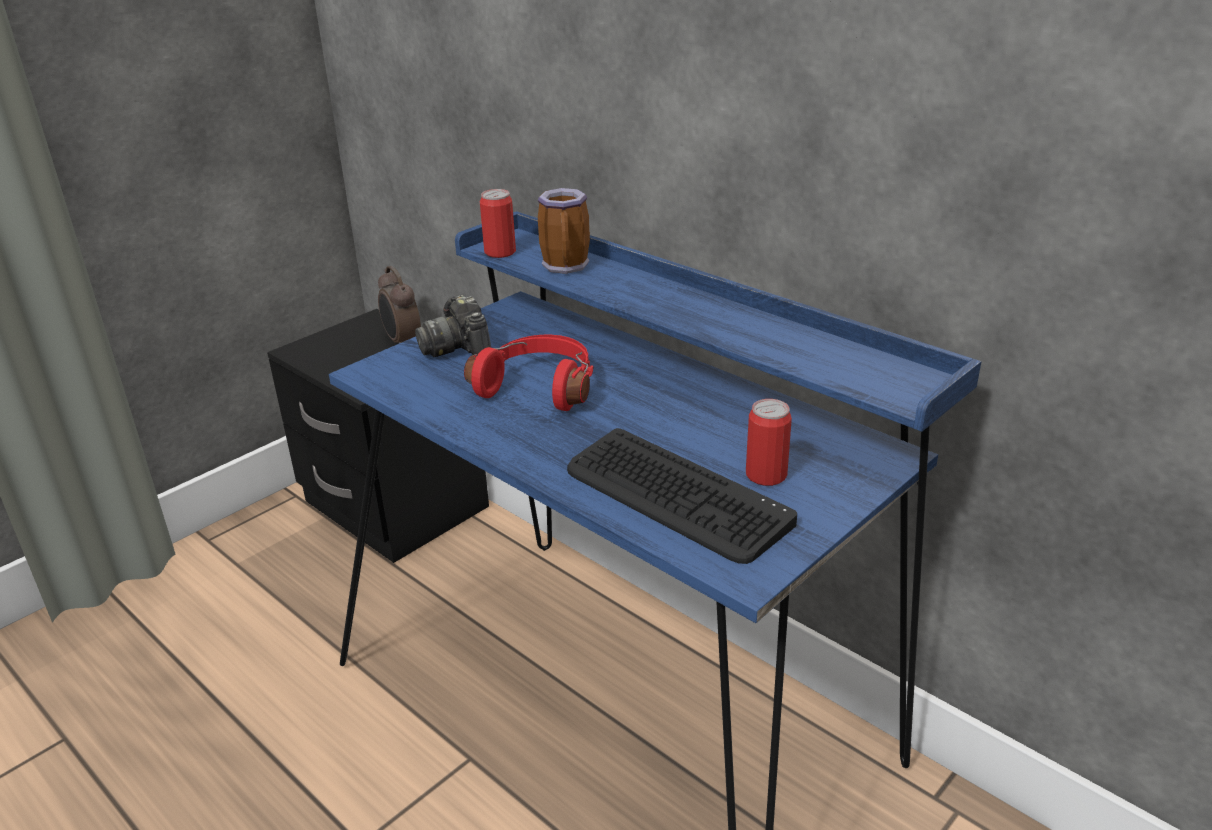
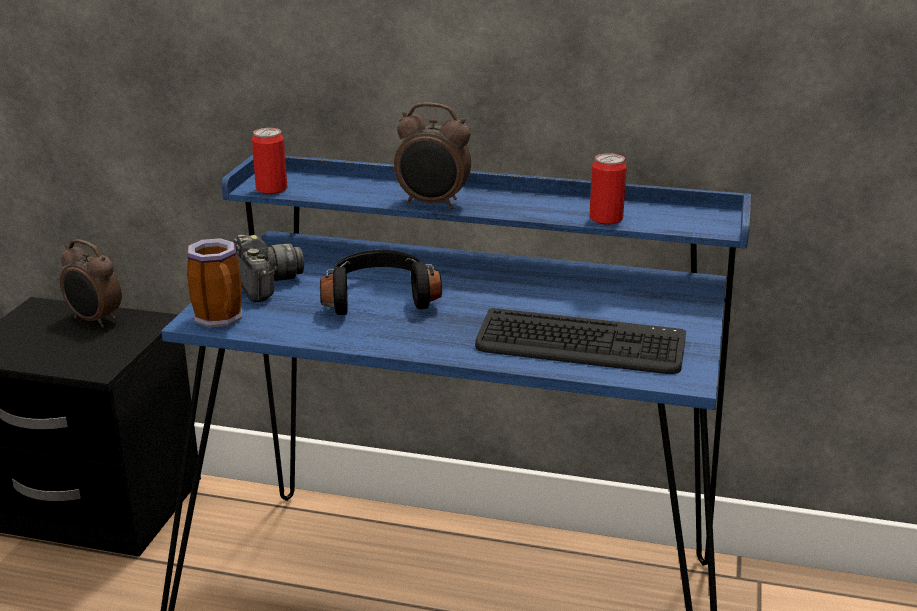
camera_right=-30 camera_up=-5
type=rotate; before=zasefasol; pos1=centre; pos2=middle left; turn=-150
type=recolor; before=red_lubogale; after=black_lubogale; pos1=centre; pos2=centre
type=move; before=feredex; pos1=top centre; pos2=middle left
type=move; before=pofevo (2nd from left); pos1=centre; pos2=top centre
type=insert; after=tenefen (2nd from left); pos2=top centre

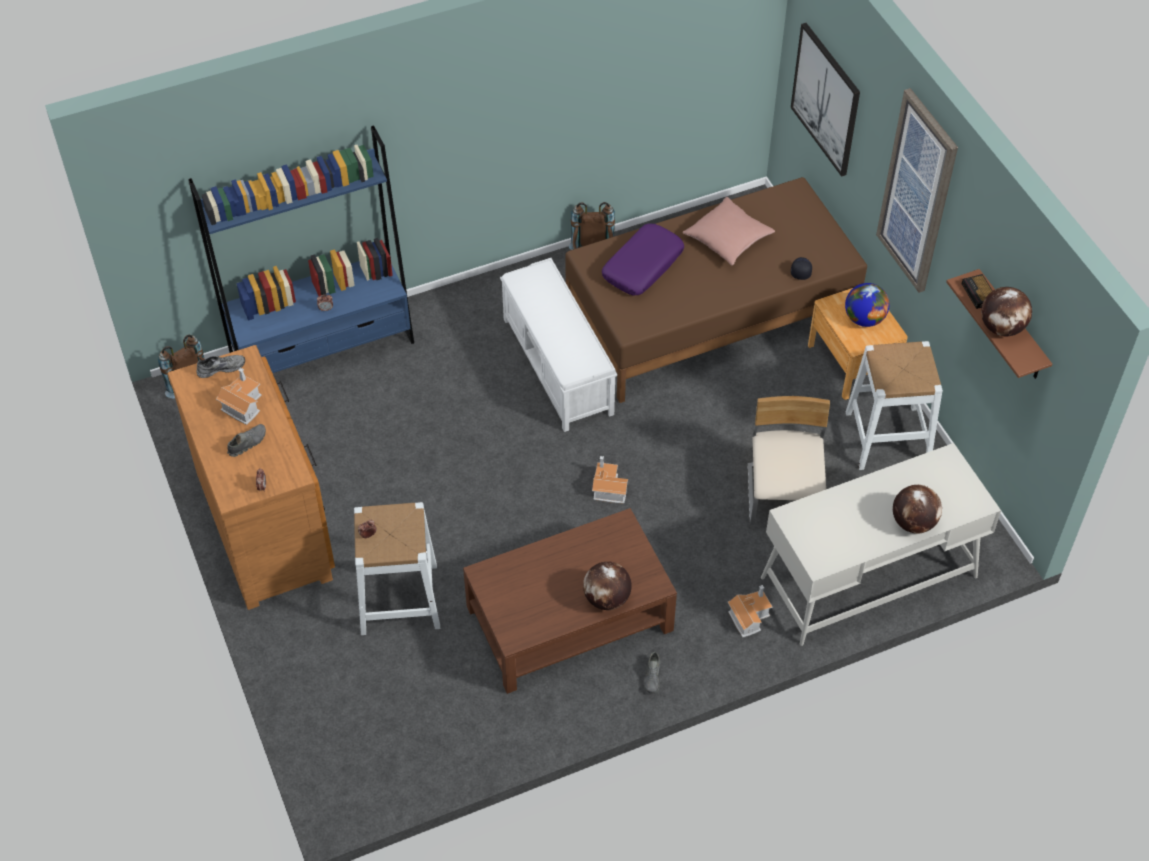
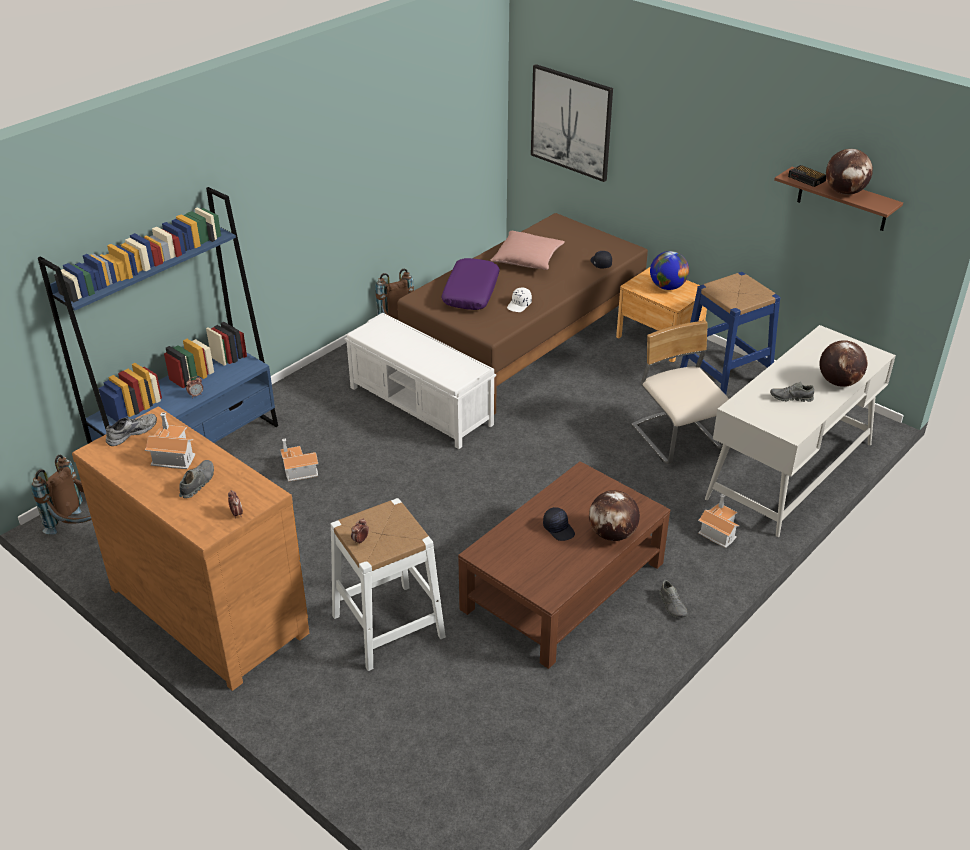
camera_right=-25 camera_up=-15
type=move; before=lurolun (2nd from left); pos1=centre; pos2=middle left
type=recolor; before=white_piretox (2nd from left); after=blue_piretox; pos1=middle right; pos2=middle right
type=delete; before=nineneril (2nd from left); pos1=top right
type=insert; after=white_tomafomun; pos2=centre
type=insert; after=black_tomafomun (1st from left); pos2=centre
type=insert; after=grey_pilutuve (4th from left); pos2=middle right

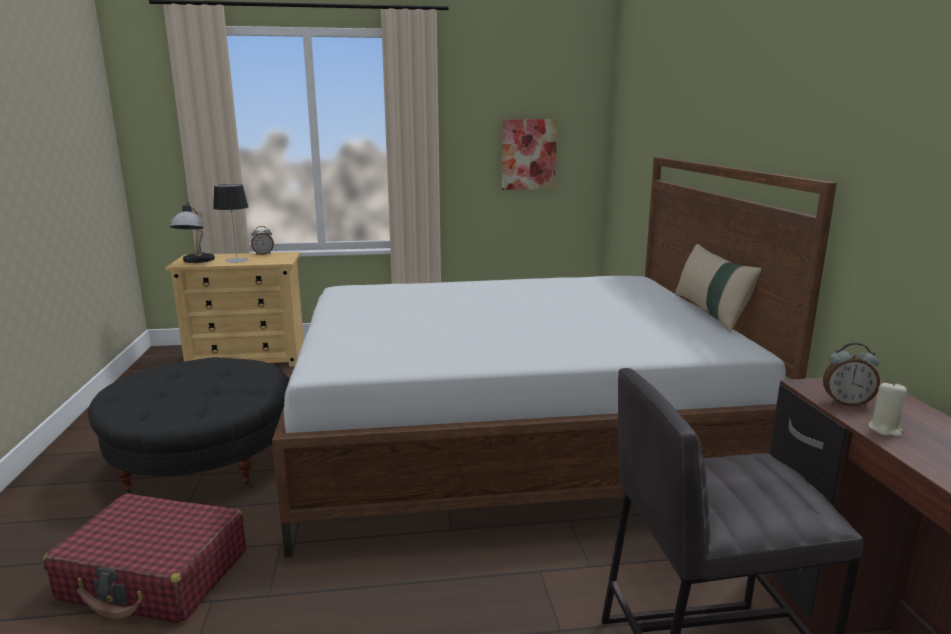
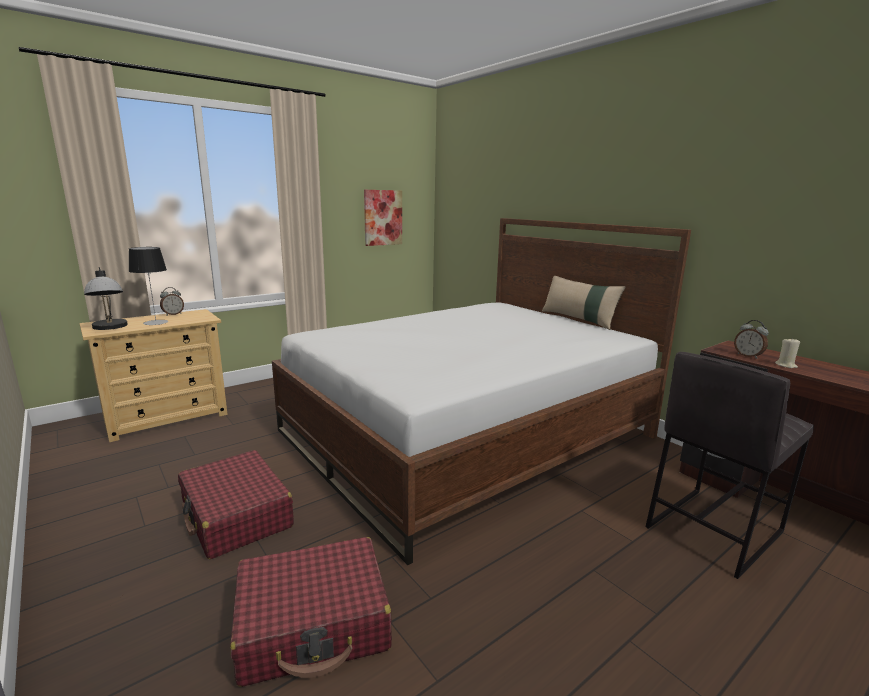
camera_right=-30 camera_up=0
type=replace; before=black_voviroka; after=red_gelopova (1st from left); pos1=bottom left; pos2=bottom left
type=rotate; before=tenefen (2nd from left); pos1=middle right; pos2=middle right; turn=75

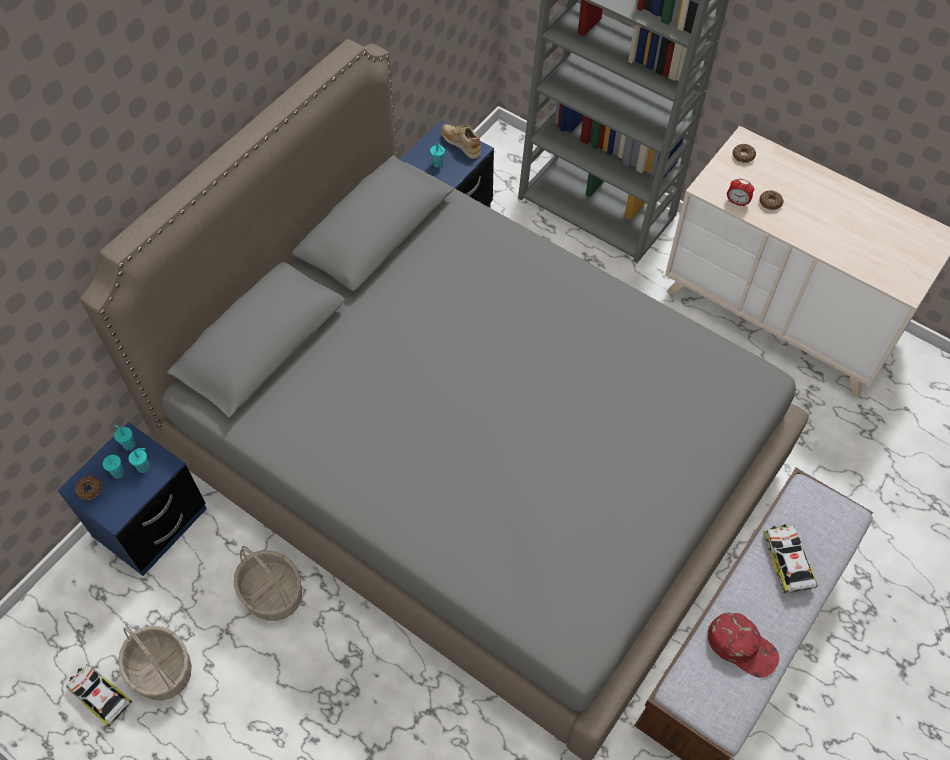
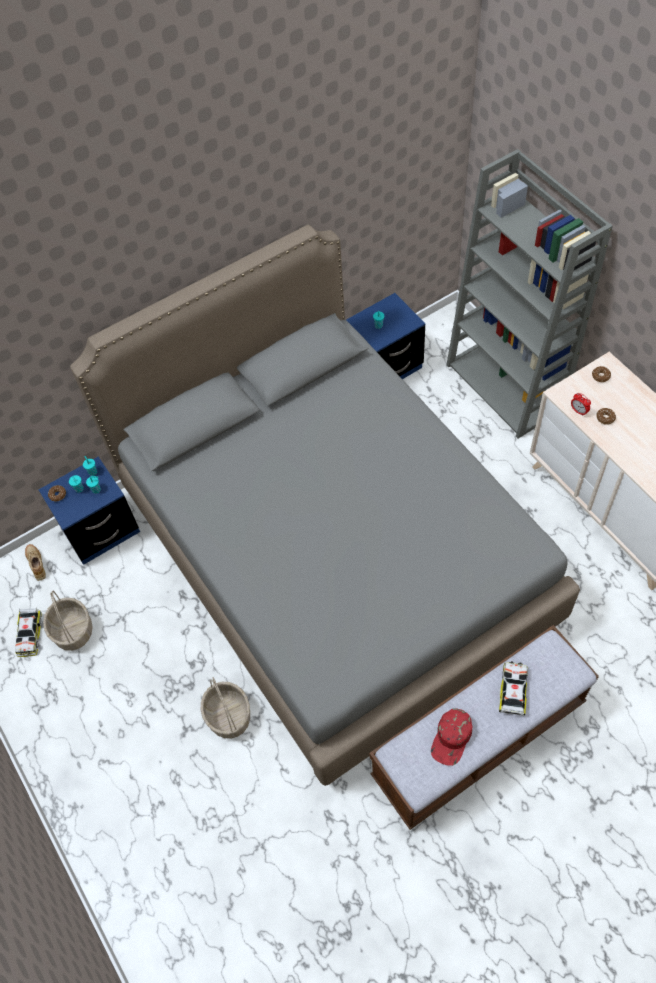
camera_right=25 camera_up=0
type=rotate; before=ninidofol (1st from left); pos1=bottom left; pos2=middle left; turn=-150
type=move; before=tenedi (2nd from left); pos1=bottom left; pos2=bottom centre
type=move; before=beige_pilutuve; pos1=top centre; pos2=middle left
type=rotate; before=red_tomafomun; pos1=bottom right; pos2=bottom right; turn=60

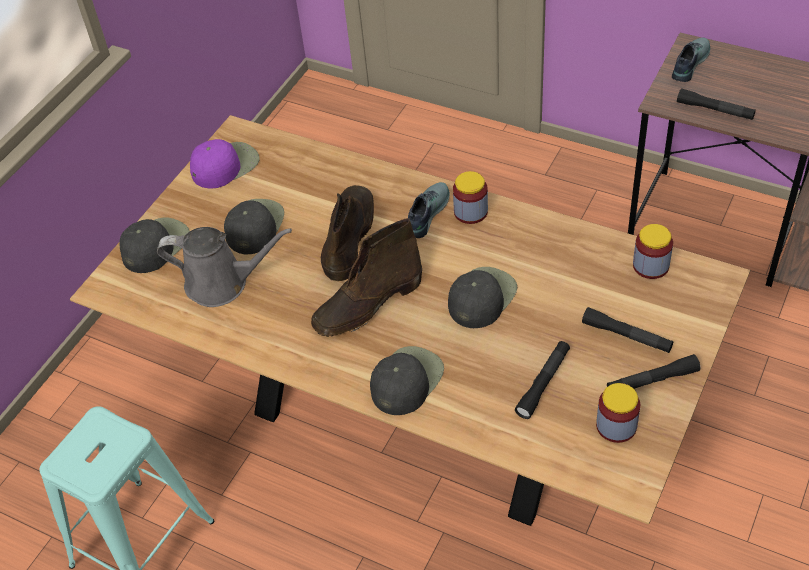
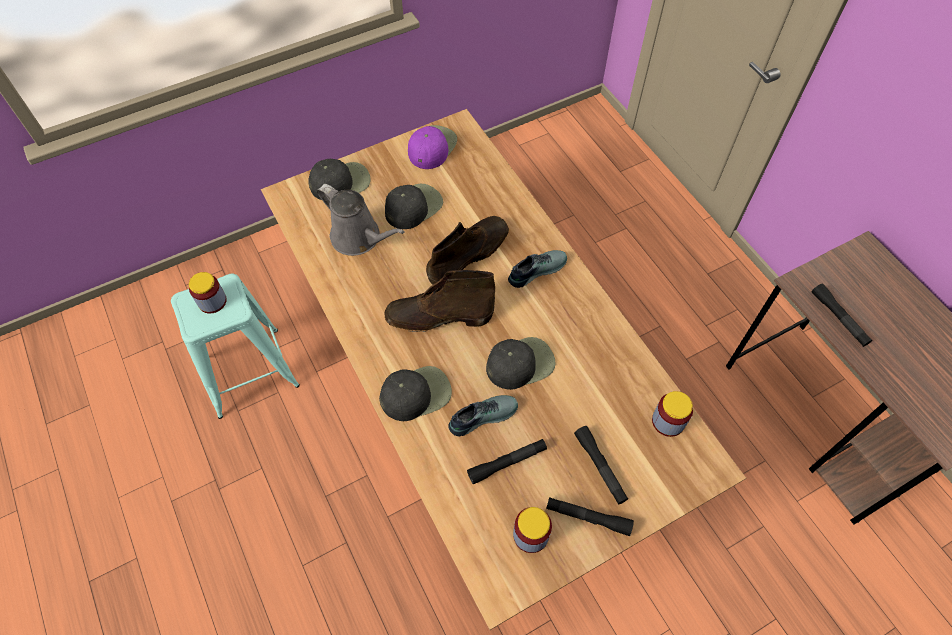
camera_right=30 camera_up=10
type=rotate; before=purple_tomafomun; pos1=top left; pos2=top centre; turn=-60
type=move; before=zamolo (1st from left); pos1=centre; pos2=middle left
type=move; before=pilutuve (2nd from left in the first image); after=pilutuve (1st from left); pos1=top right; pos2=centre

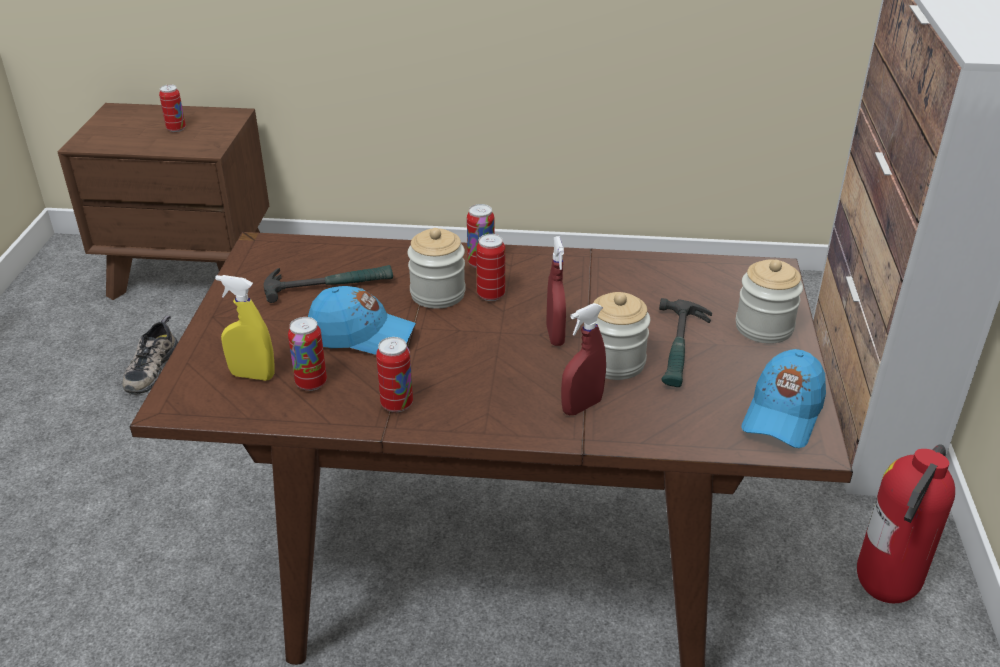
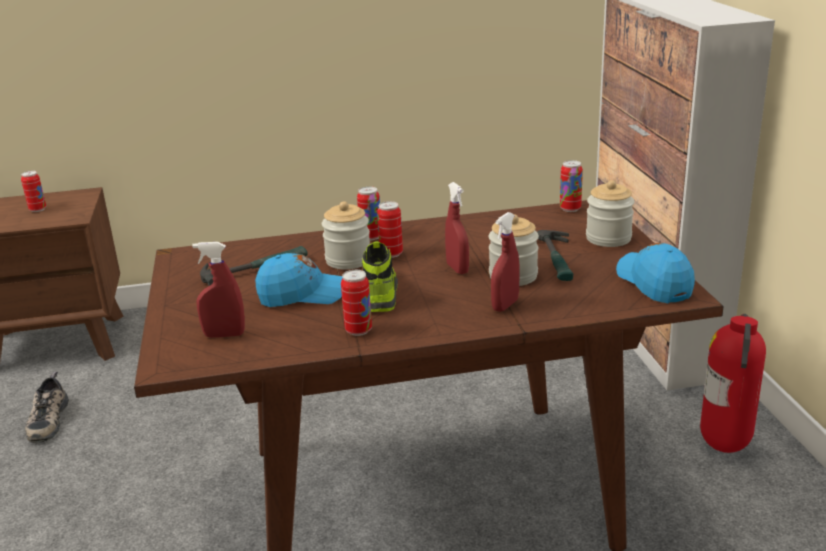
camera_right=-15 camera_up=-10
type=recolor; before=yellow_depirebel; after=red_depirebel (1st from left); pos1=middle left; pos2=middle left
type=move; before=pofevo (2nd from left in the first image); after=pofevo (5th from left); pos1=middle left; pos2=middle right
type=rotate; before=blue_tomafomun (2nd from left); pos1=middle right; pos2=middle right; turn=150
type=insert; after=pilutuve (2nd from left); pos2=centre

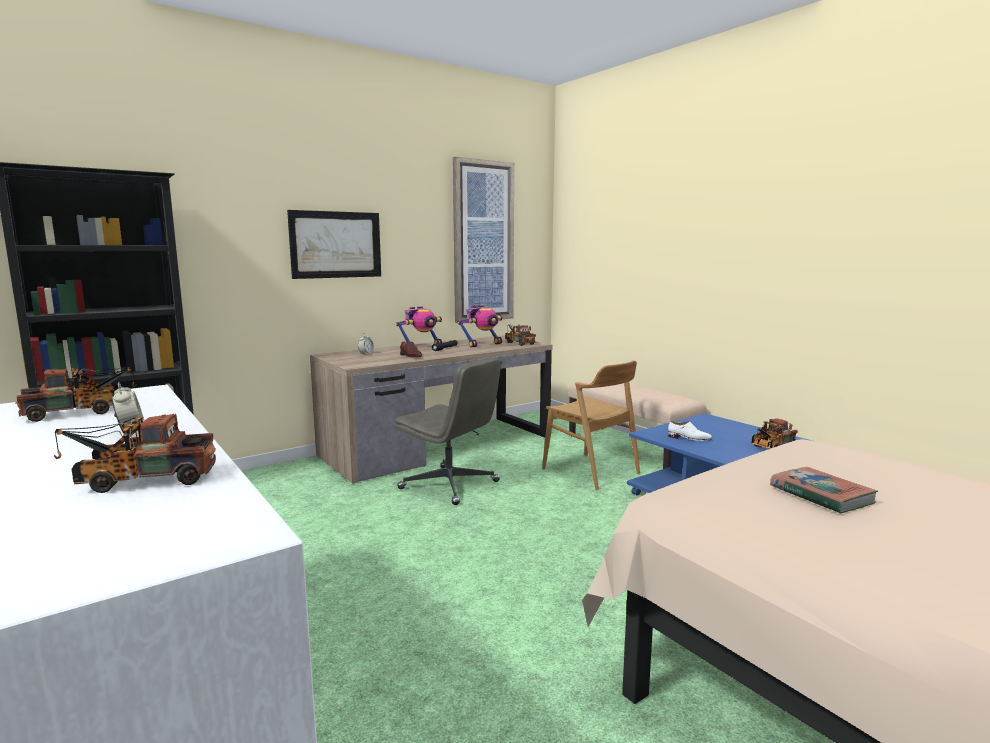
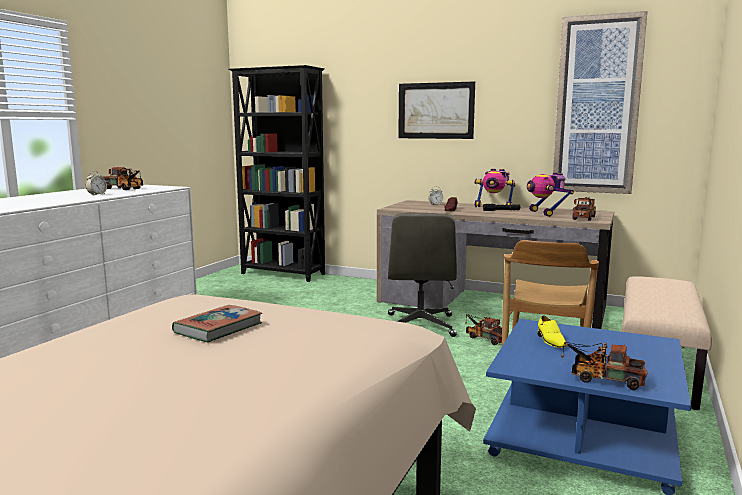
camera_right=60 camera_up=0
type=move; before=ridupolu (2nd from left); pos1=middle left; pos2=centre
type=rotate; before=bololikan (2nd from left); pos1=centre; pos2=middle right; turn=60
type=recolor; before=white_pilutuve; after=yellow_pilutuve; pos1=middle right; pos2=bottom right

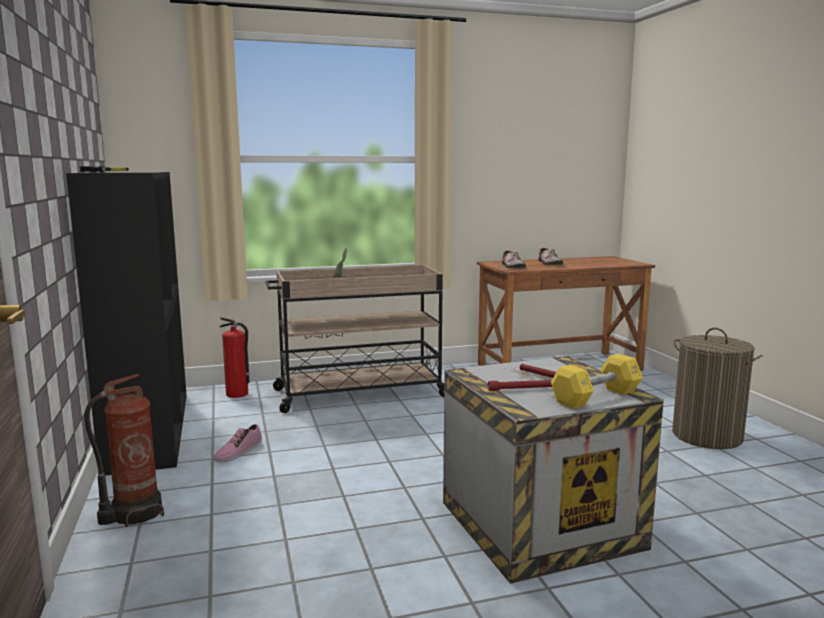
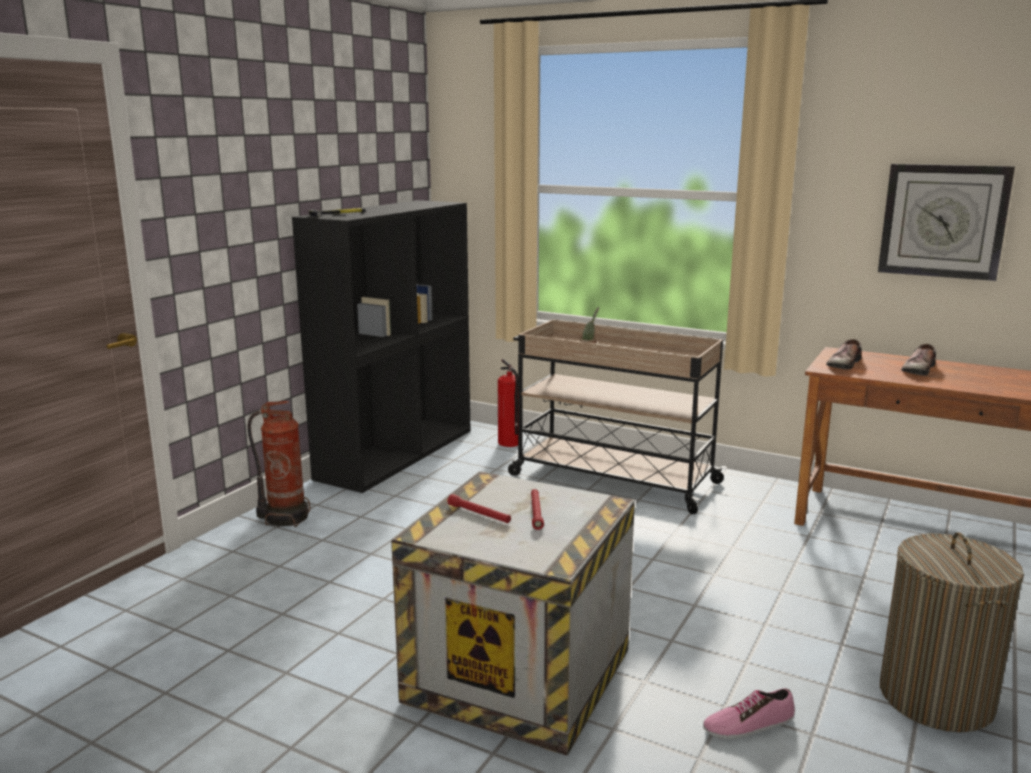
camera_right=45 camera_up=5
type=move; before=pilutuve (1st from left); pos1=bottom left; pos2=bottom right
type=delete; before=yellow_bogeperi; pos1=middle right
type=insert; after=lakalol; pos2=top right

